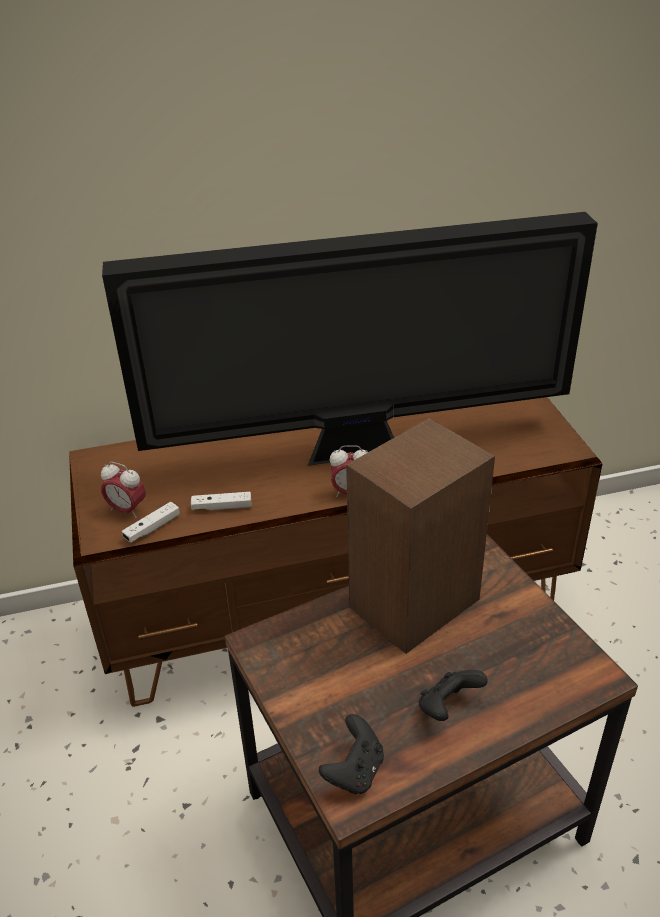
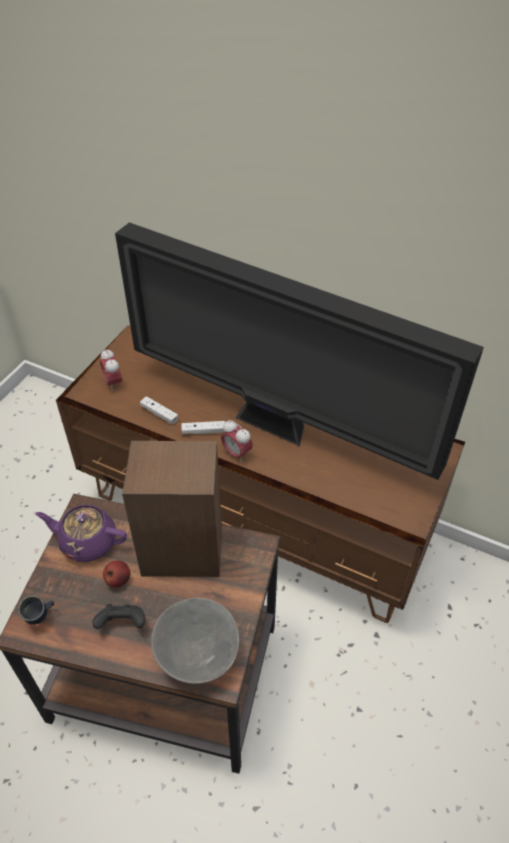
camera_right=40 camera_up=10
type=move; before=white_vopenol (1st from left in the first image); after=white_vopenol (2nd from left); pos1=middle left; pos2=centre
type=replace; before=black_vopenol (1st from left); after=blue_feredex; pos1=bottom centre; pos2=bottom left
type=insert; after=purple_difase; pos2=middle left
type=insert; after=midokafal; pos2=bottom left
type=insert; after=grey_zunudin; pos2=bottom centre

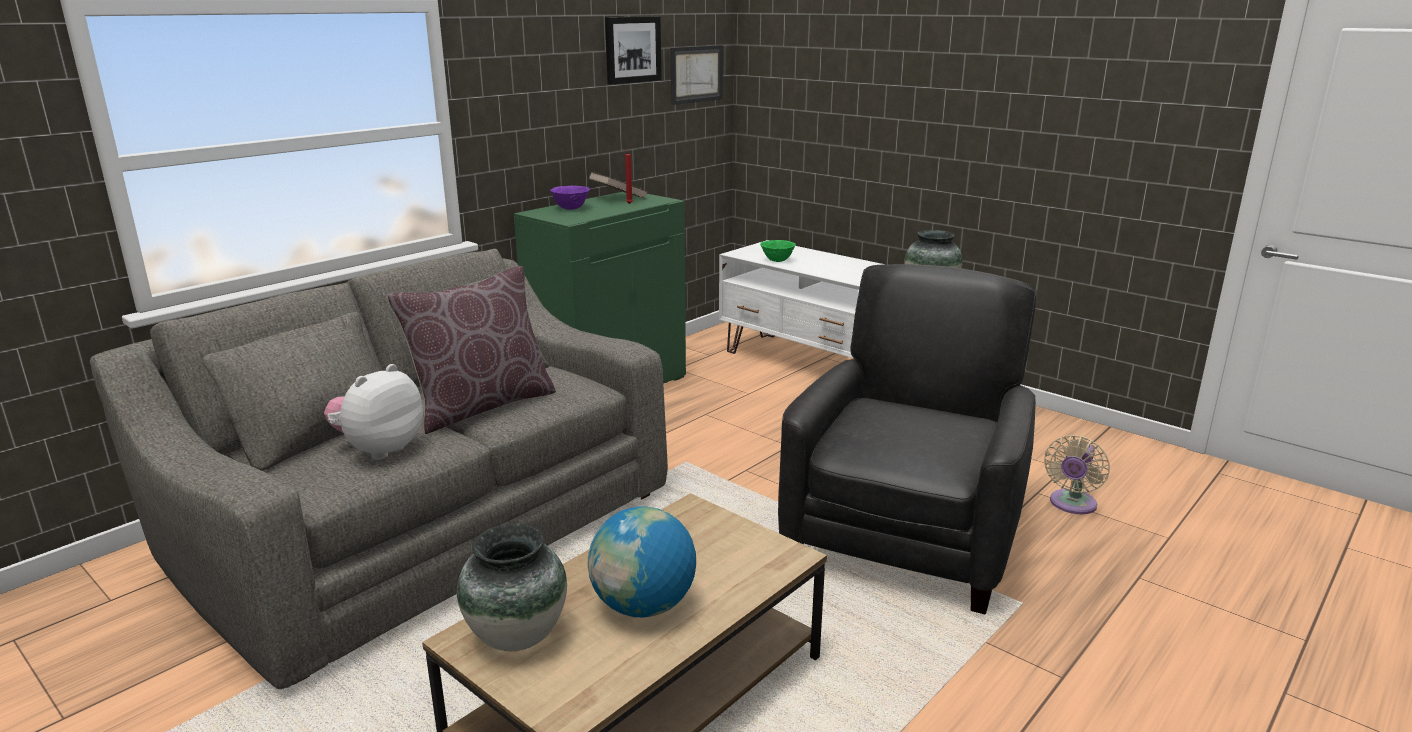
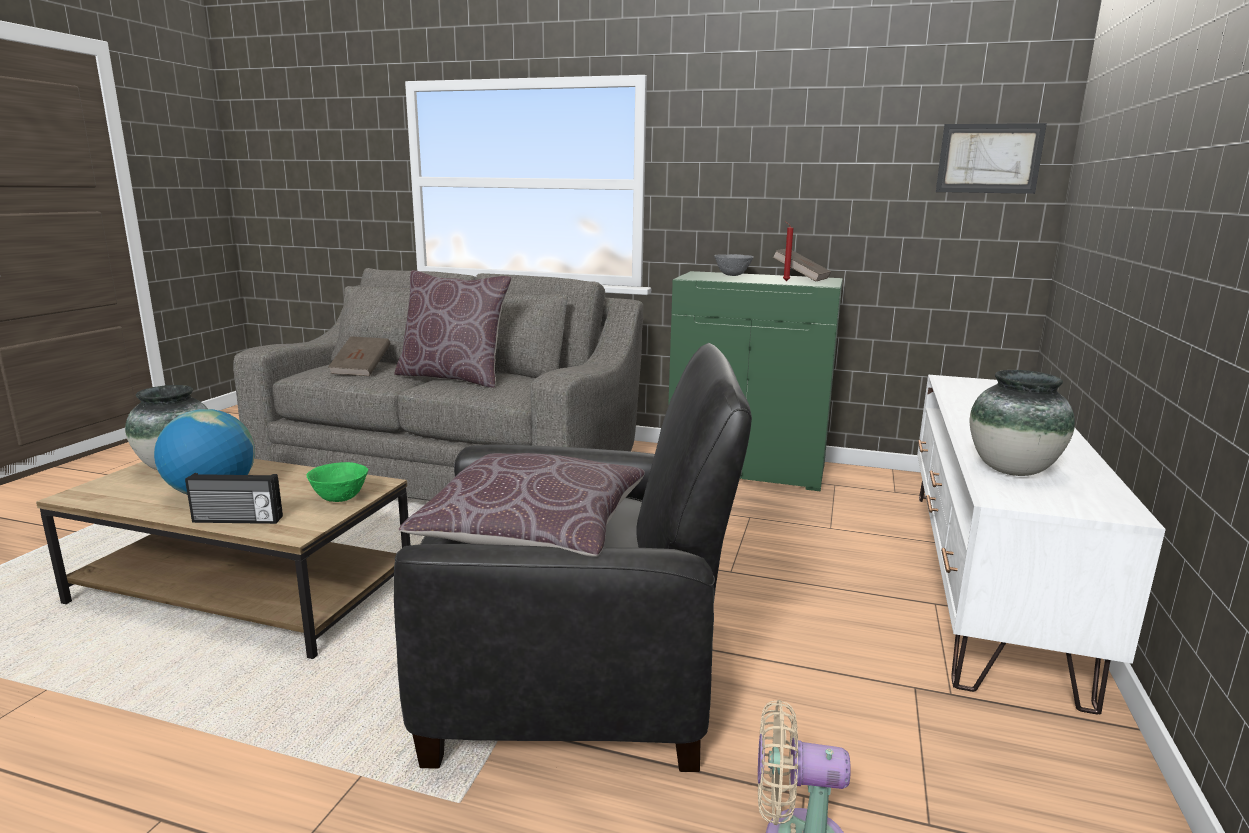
camera_right=65 camera_up=-5
type=replace; before=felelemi; after=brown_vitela (1st from left); pos1=middle left; pos2=middle left
type=recolor; before=purple_zunudin; after=grey_zunudin; pos1=top centre; pos2=top centre
type=delete; before=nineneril (1st from left); pos1=top centre
type=move; before=green_zunudin; pos1=centre; pos2=middle left
type=insert; after=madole; pos2=middle left
type=insert; after=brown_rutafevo (2nd from left); pos2=centre

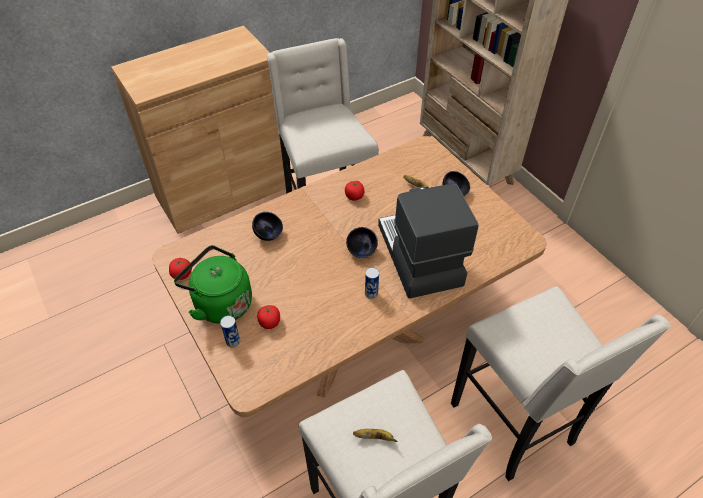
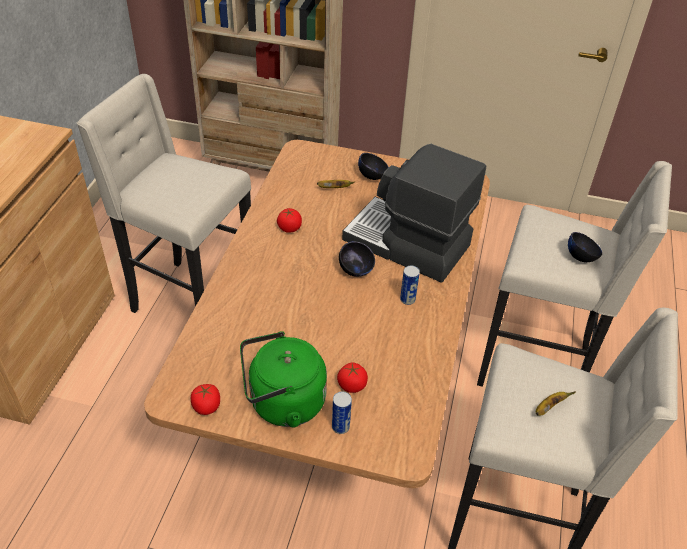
camera_right=-45 camera_up=-5
type=move; before=black_zunudin (1st from left in the first image); after=black_zunudin (3rd from left); pos1=centre; pos2=middle right

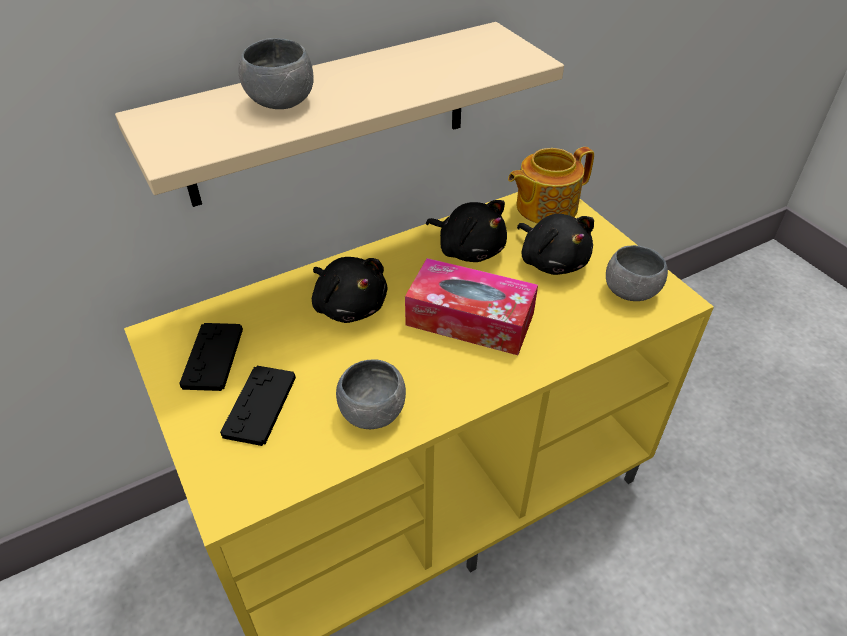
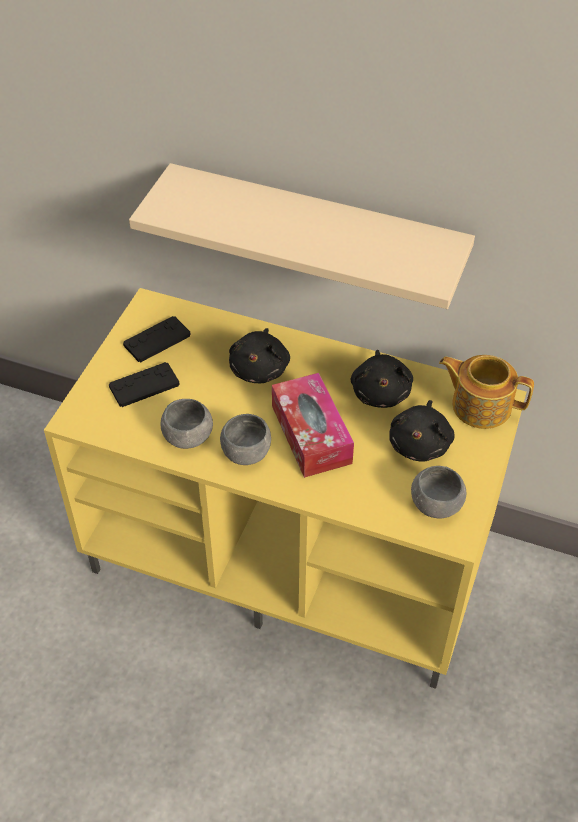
camera_right=50 camera_up=5
type=move; before=grey_zunudin (1st from left in the first image); after=grey_zunudin (2nd from left); pos1=top left; pos2=centre

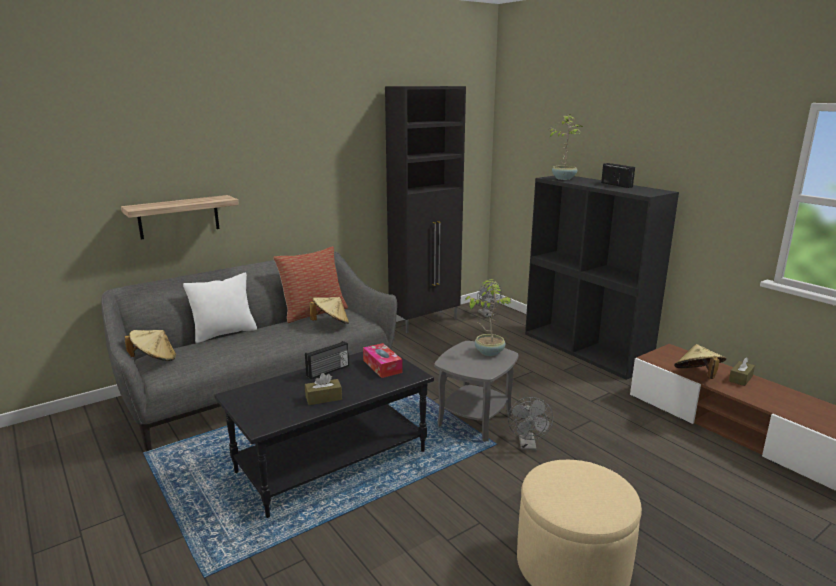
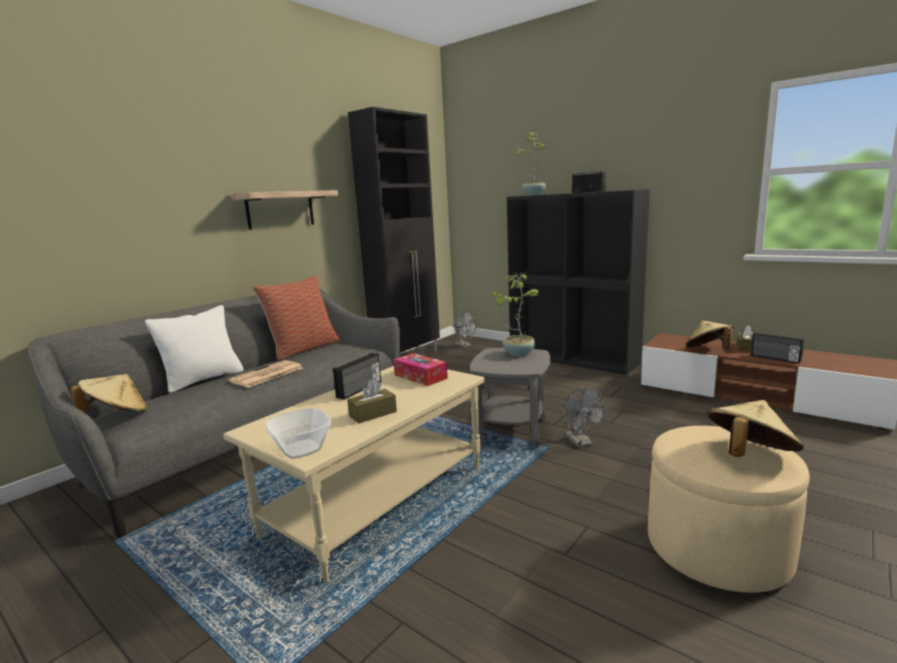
camera_right=-15 camera_up=-5
type=move; before=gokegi; pos1=middle left; pos2=top left
type=recolor; before=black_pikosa; after=beige_pikosa; pos1=bottom centre; pos2=bottom centre
type=move; before=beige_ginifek (2nd from left in the first image); after=beige_ginifek (3rd from left); pos1=centre; pos2=middle right
type=insert; after=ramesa; pos2=middle left
type=insert; after=zunudin; pos2=middle left
type=insert; after=madole (3rd from left); pos2=middle right

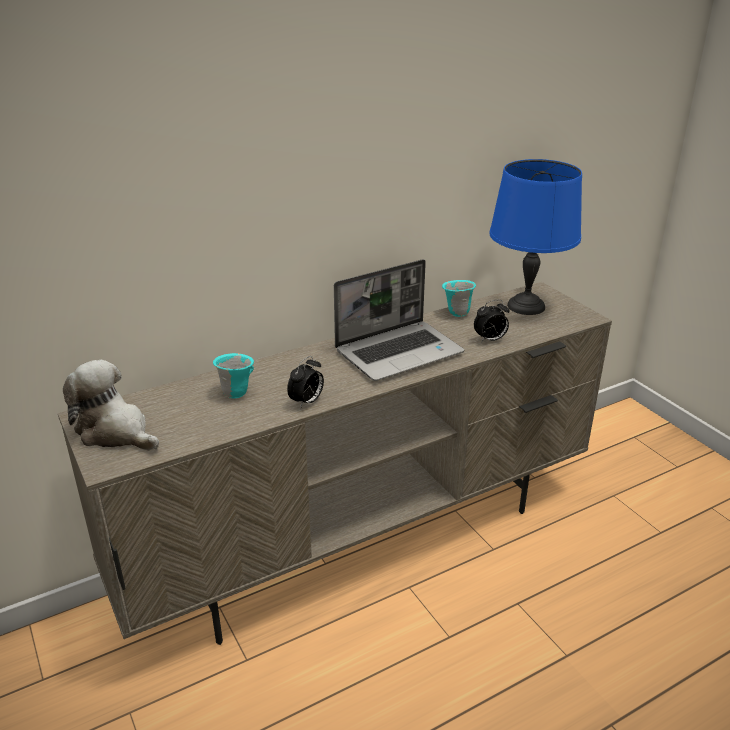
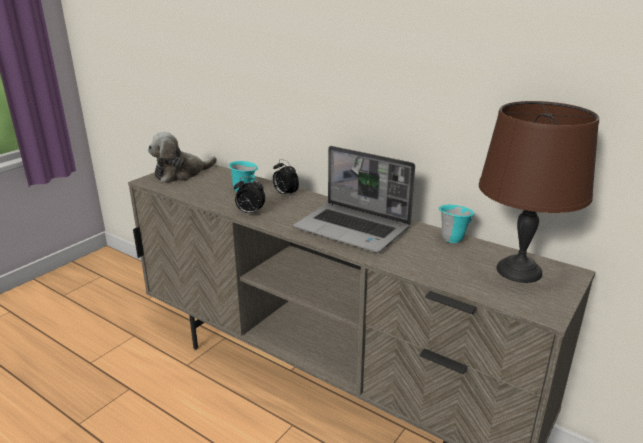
camera_right=65 camera_up=-5
type=rotate; before=felelemi; pos1=middle left; pos2=middle left; turn=-135
type=move; before=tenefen (2nd from left); pos1=middle right; pos2=centre
type=recolor; before=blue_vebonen; after=brown_vebonen; pos1=top right; pos2=middle right

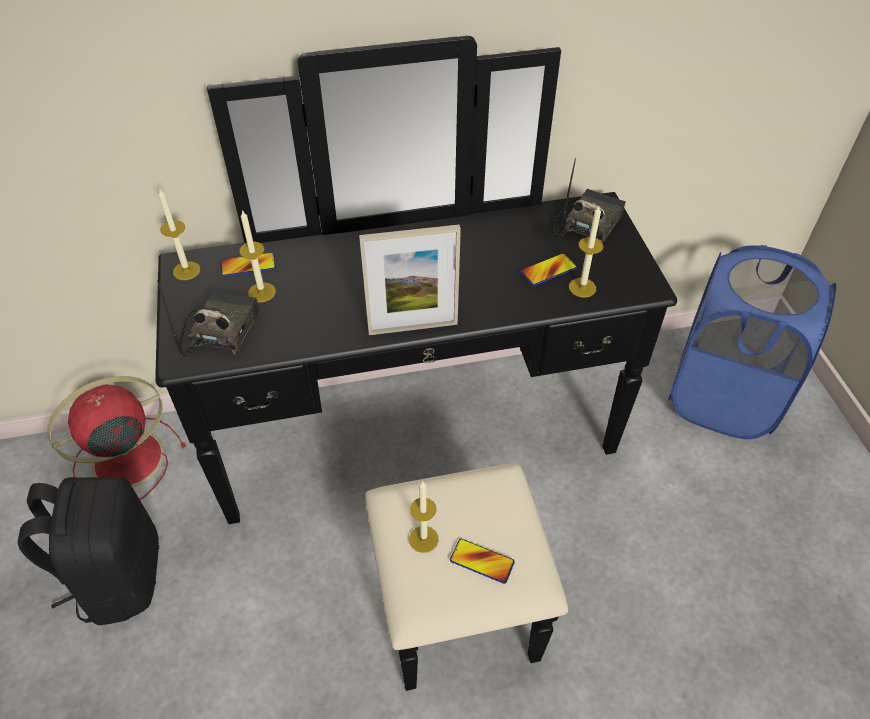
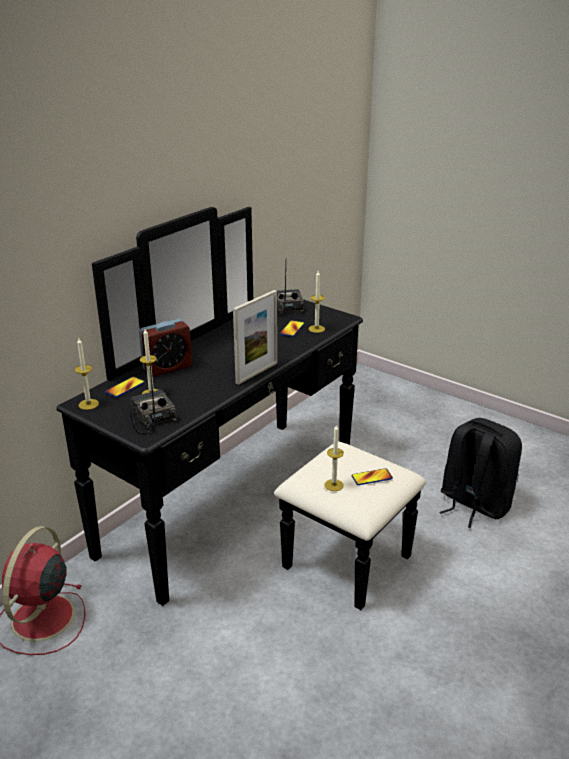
camera_right=-40 camera_up=-20
type=move; before=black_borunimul; pos1=bottom left; pos2=middle right
type=delete; before=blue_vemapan; pos1=middle right
type=insert; after=tenefen; pos2=middle left

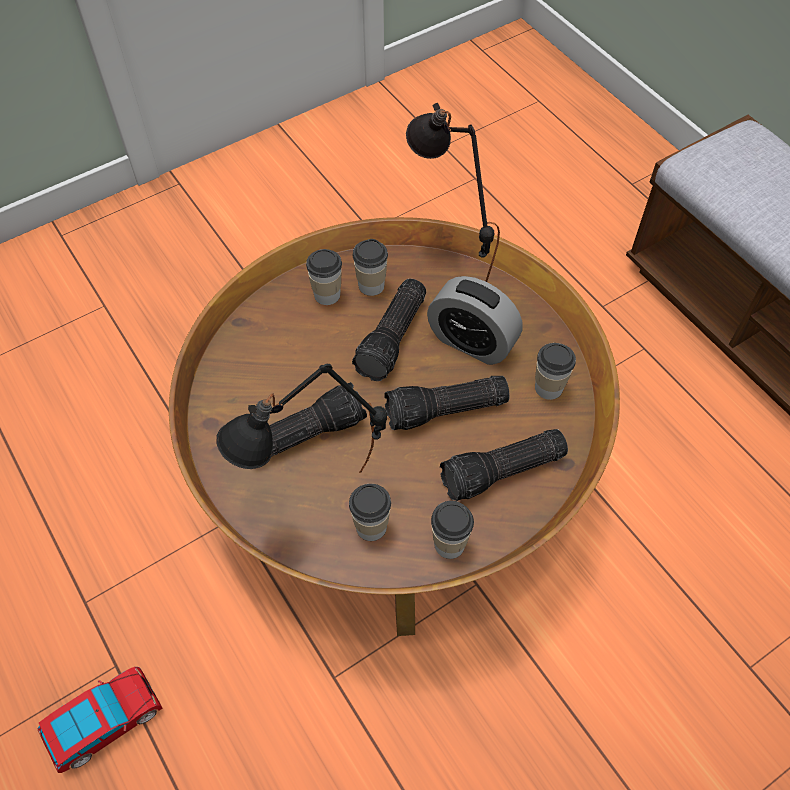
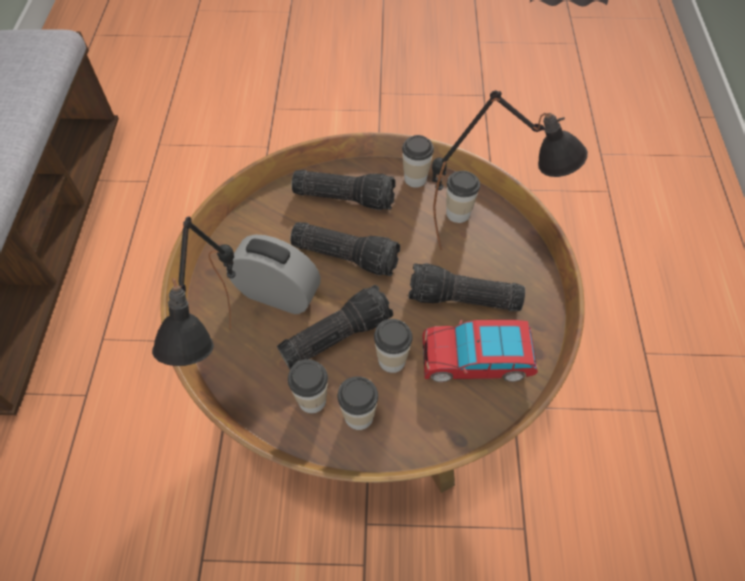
camera_right=-145 camera_up=0
type=move; before=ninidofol; pos1=bottom left; pos2=centre
type=rotate; before=tenefen; pos1=centre; pos2=centre; turn=-45
type=move; before=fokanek (5th from left in the first image); after=fokanek (3rd from left); pos1=middle right; pos2=centre

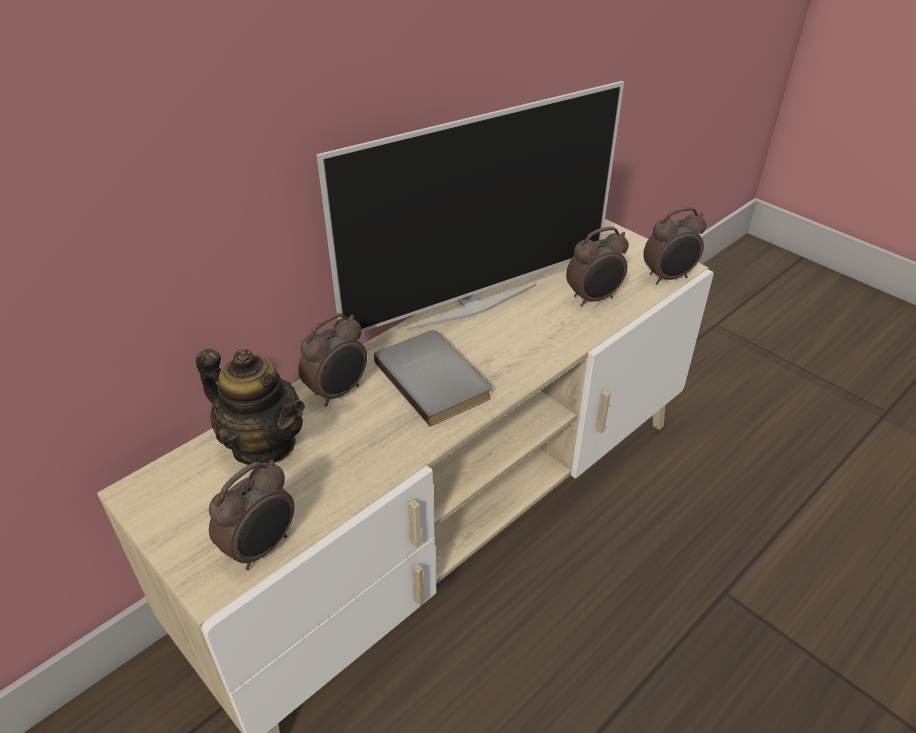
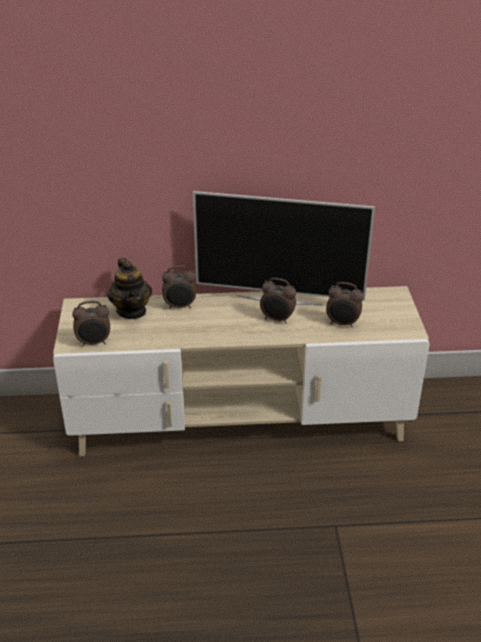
camera_right=40 camera_up=-5
type=delete; before=grey_vitela; pos1=centre
type=move; before=tenefen (4th from left in the first image); after=tenefen (3rd from left); pos1=middle right; pos2=centre

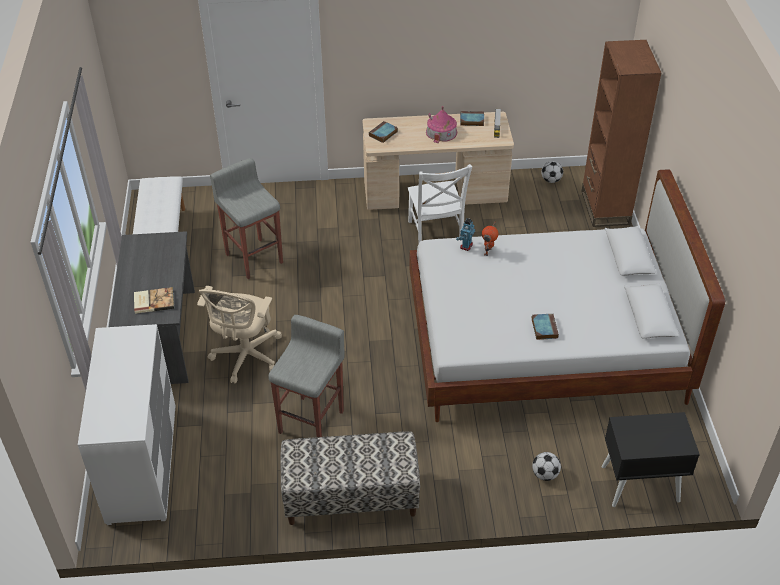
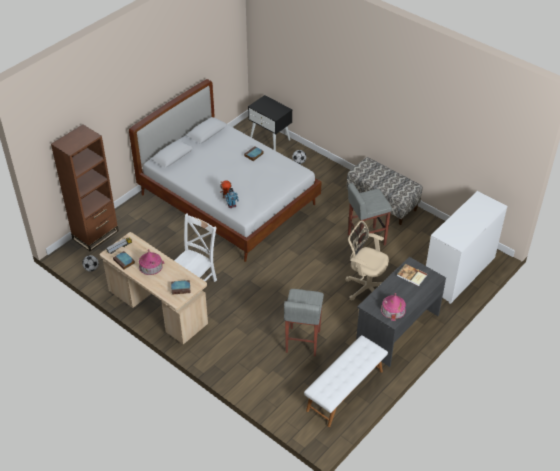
camera_right=-135 camera_up=0
type=rotate; before=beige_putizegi; pos1=middle left; pos2=centre; turn=-120
type=insert; after=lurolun (2nd from left); pos2=middle right

